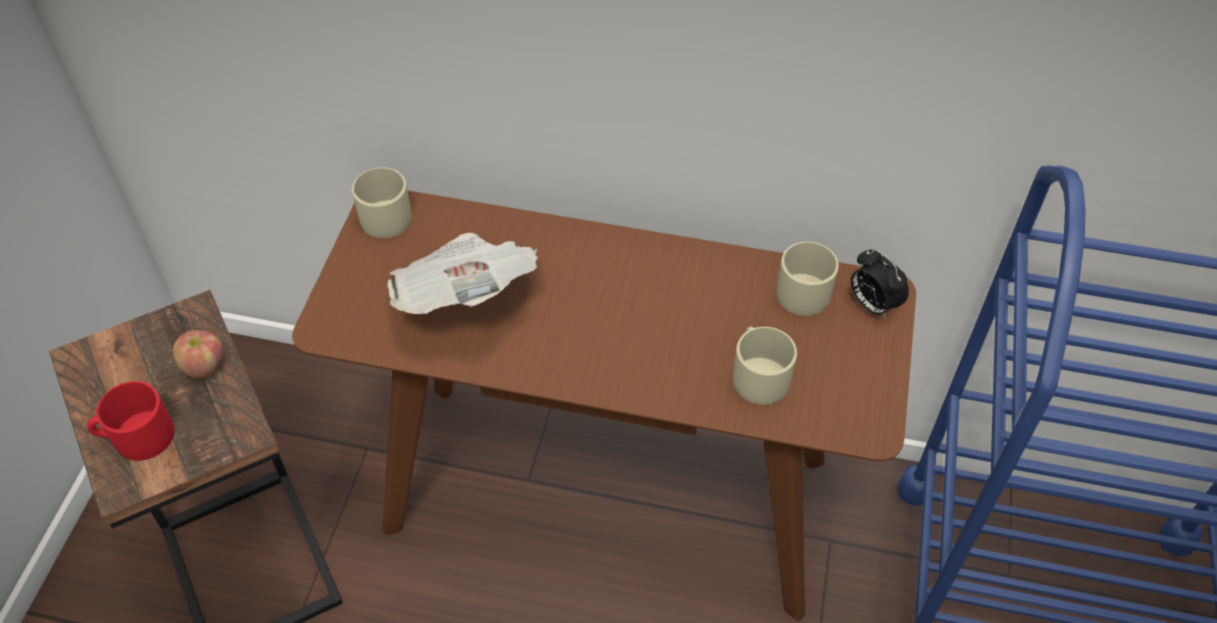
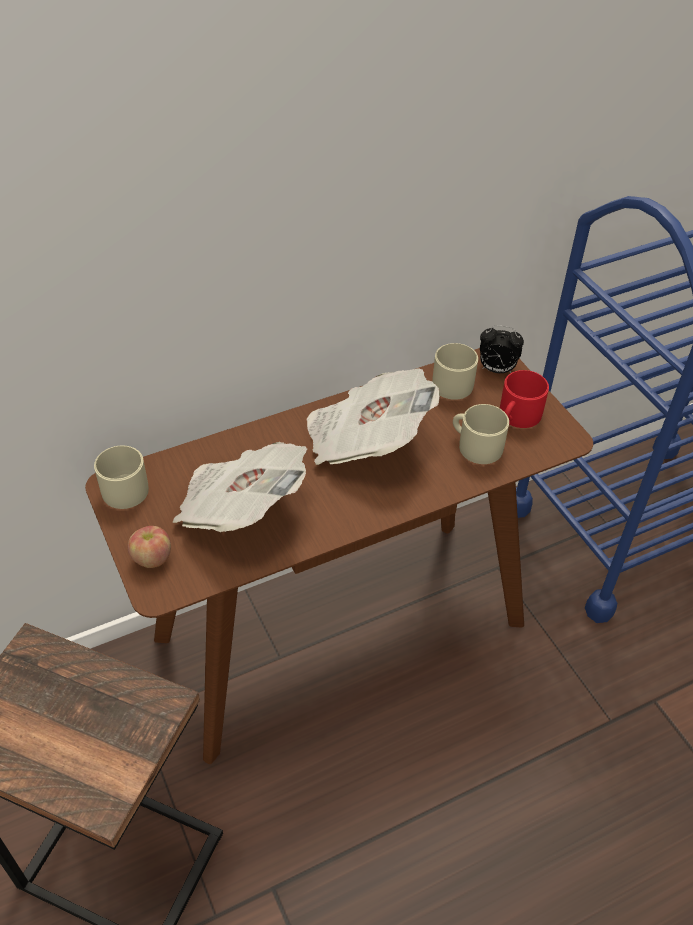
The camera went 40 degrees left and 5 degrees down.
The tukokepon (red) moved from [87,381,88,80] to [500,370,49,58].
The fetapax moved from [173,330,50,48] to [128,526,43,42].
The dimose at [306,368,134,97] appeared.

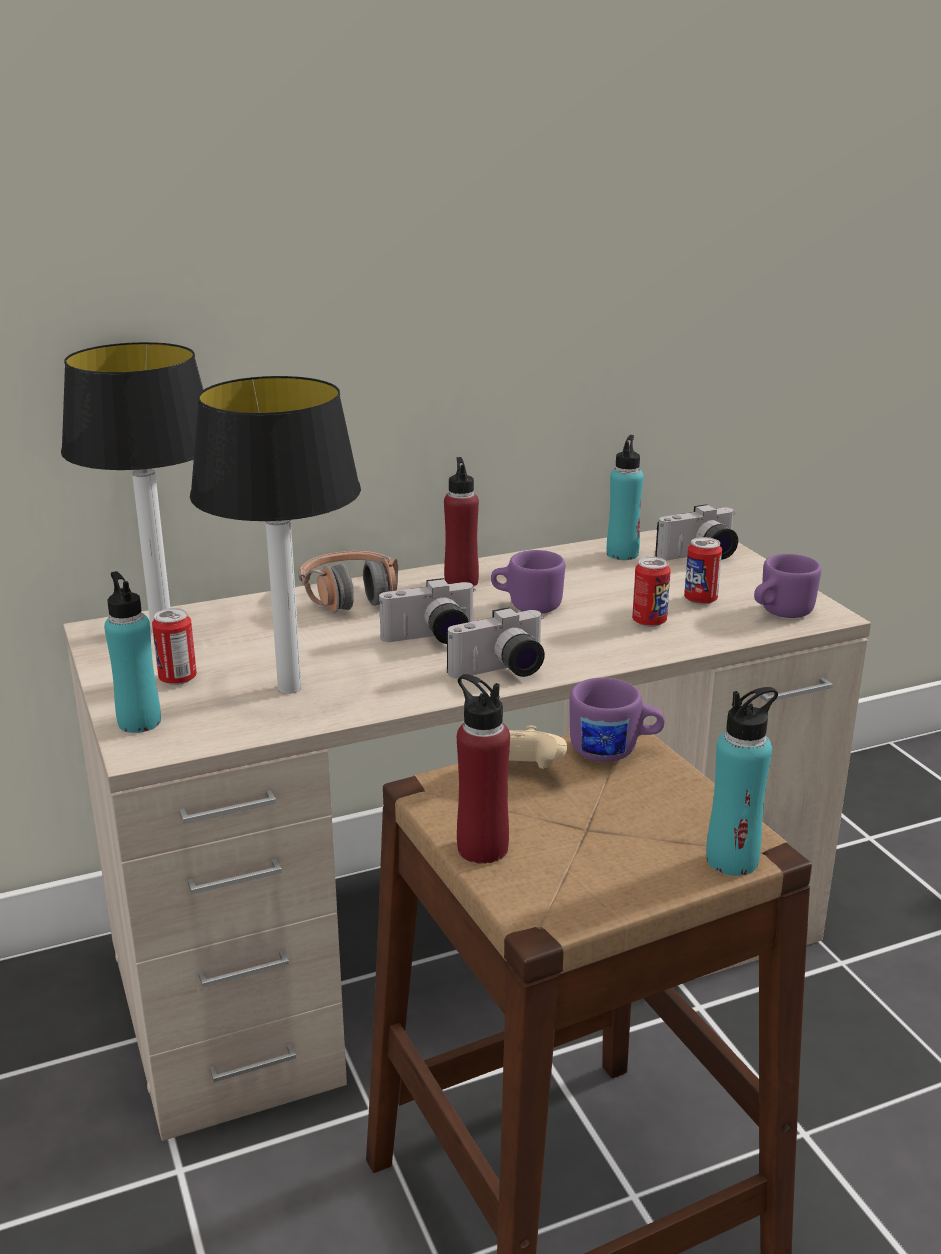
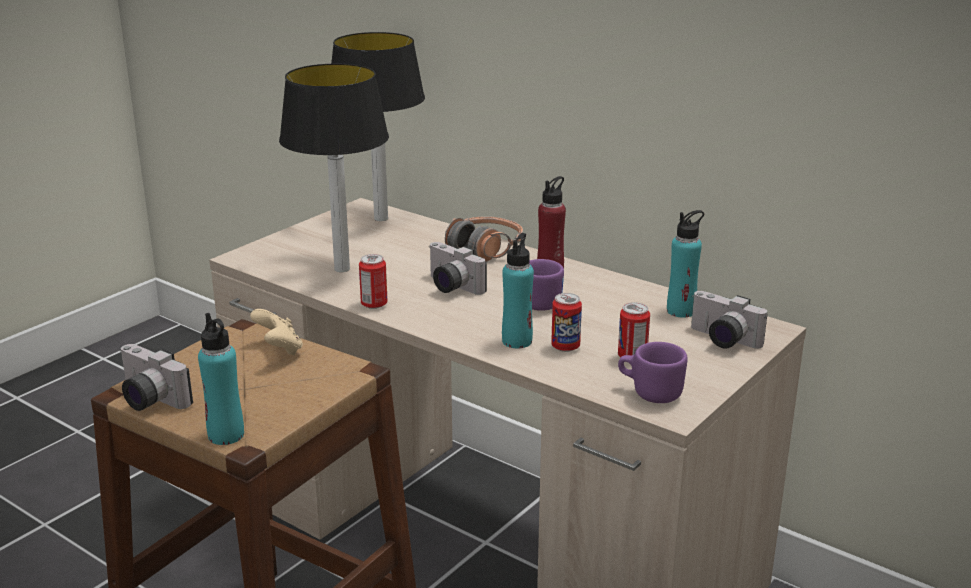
The camera went 60 degrees right and 0 degrees up.
The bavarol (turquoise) moved from [104,571,57,162] to [502,233,32,115].
The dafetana moved from [152,608,45,77] to [359,254,29,55].
The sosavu moved from [447,607,98,71] to [120,344,73,67].
The bavarol (red) at [457,674,53,190] disappeared.
The tukokepon (purple) at [569,678,96,84] disappeared.

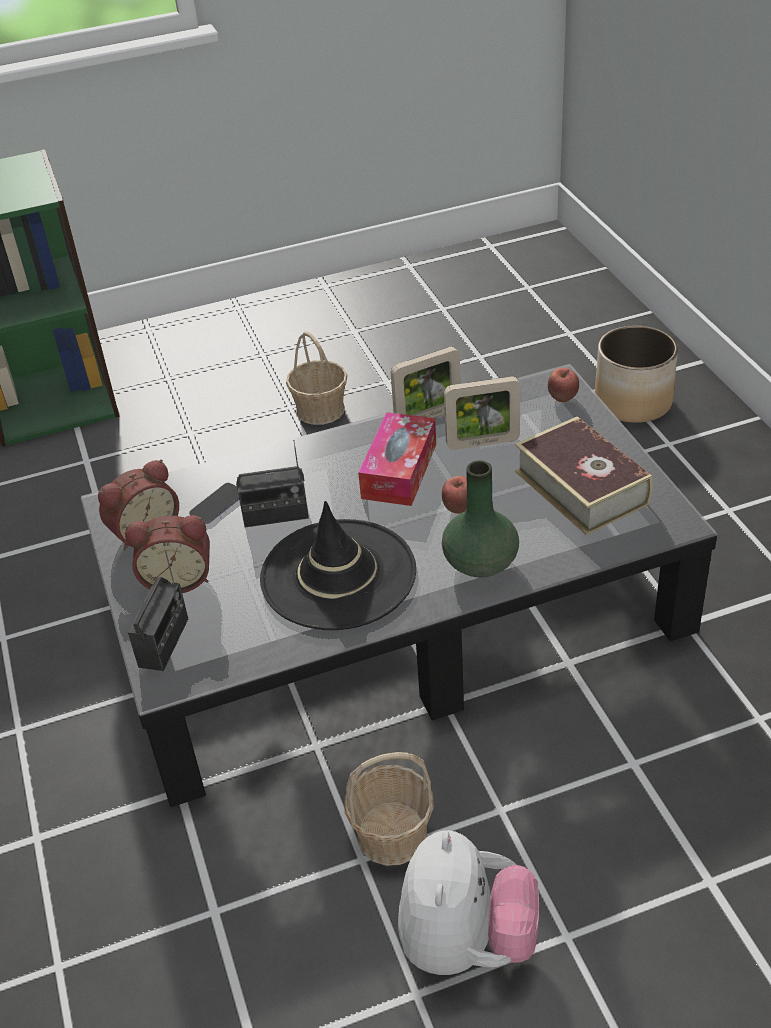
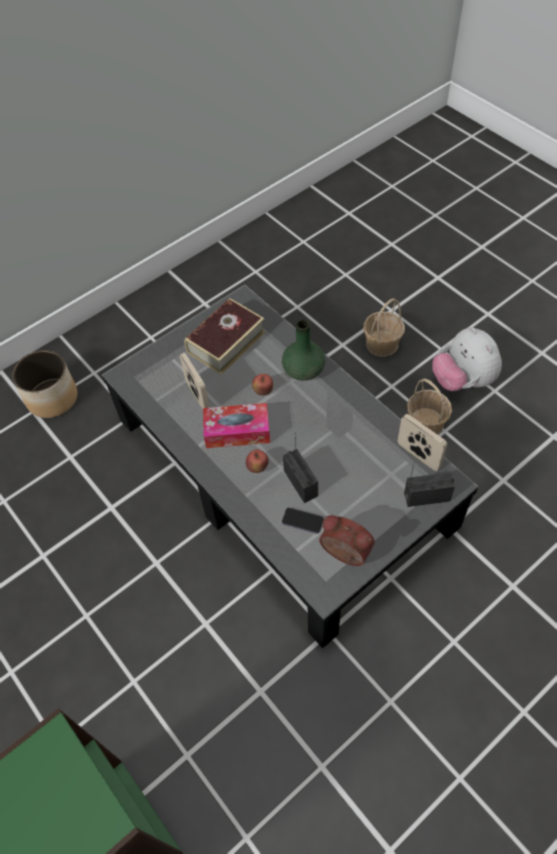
The camera went 110 degrees left and 15 degrees up.
The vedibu at [125,515,85,78] disappeared.
The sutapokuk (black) at [260,501,156,129] disappeared.
The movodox moved from [286,331,62,94] to [363,298,42,59].
The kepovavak moved from [391,347,70,71] to [398,414,49,57].
The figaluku at [398,830,141,145] turned 105 degrees counterclockwise.
The fetapax moved from [548,368,31,34] to [246,449,23,24].

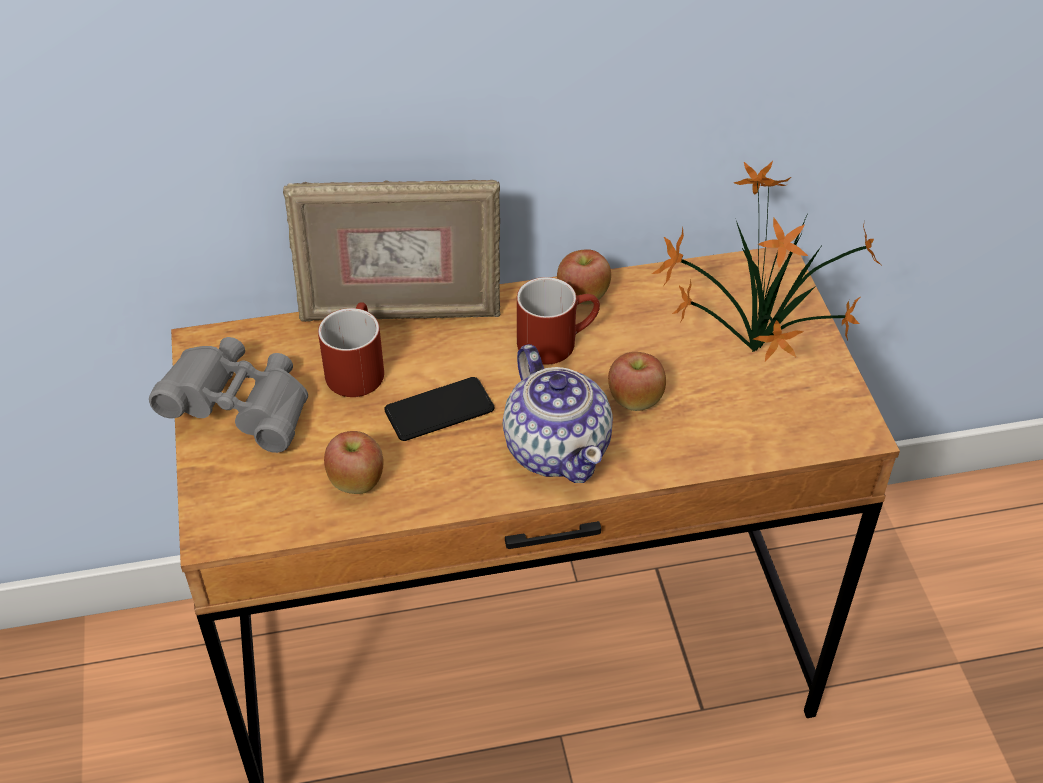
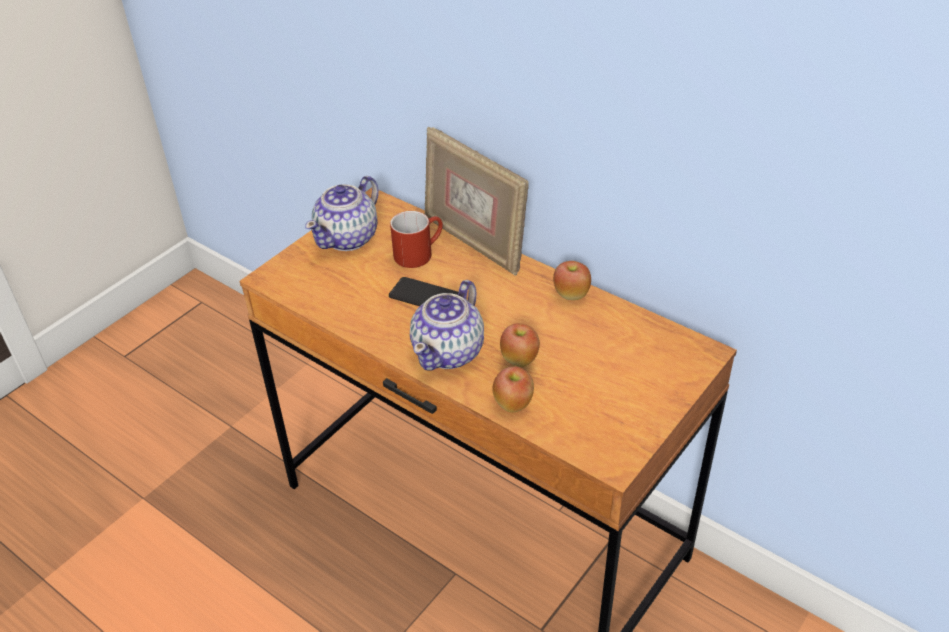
The camera went 50 degrees right and 5 degrees down.
The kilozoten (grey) at [149,337,159,116] was replaced by the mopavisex at [305,176,74,75].
The fetapax moved from [324,431,60,63] to [492,367,42,45].
The tukokepon (red) at [517,277,83,88] disappeared.
The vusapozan at [652,161,229,201] disappeared.

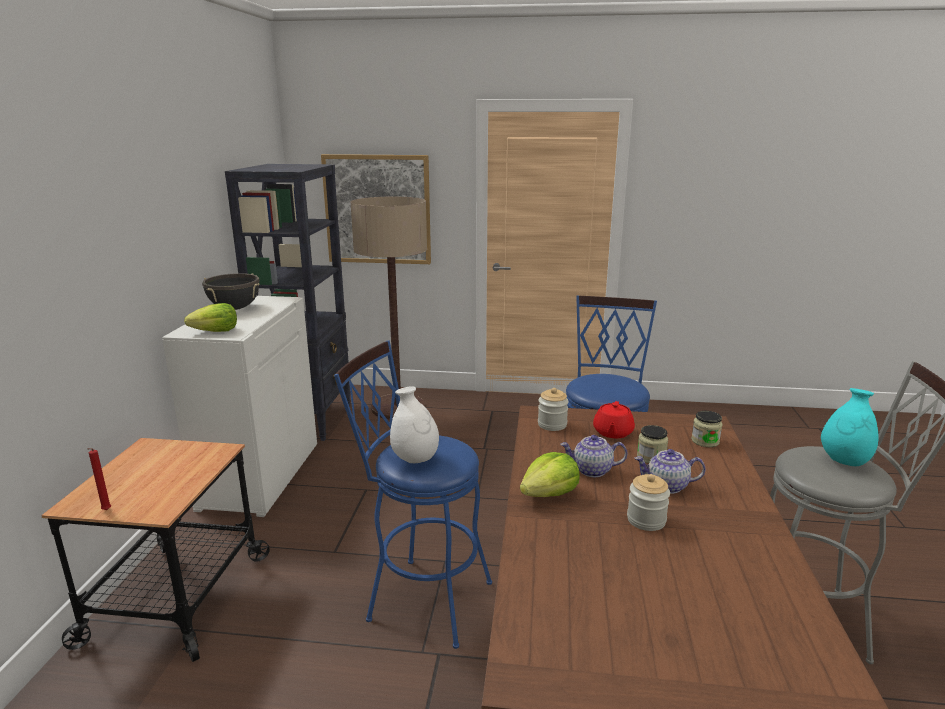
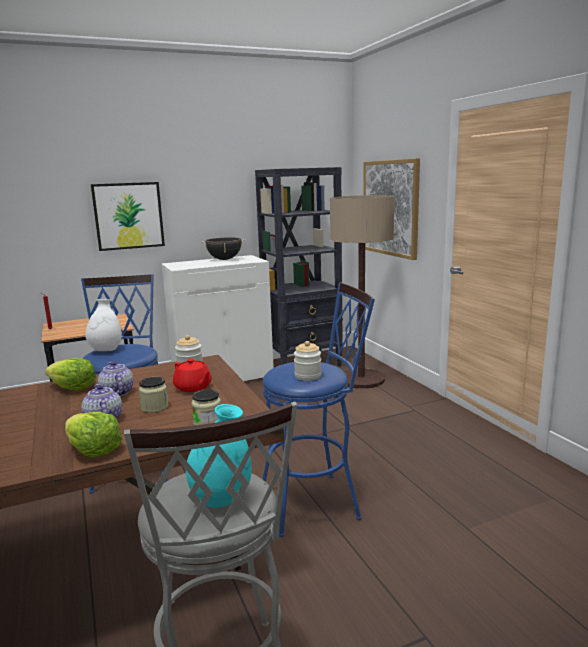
The camera went 60 degrees right and 5 degrees down.
The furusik moved from [184,303,53,29] to [65,412,57,45].
The mopavisex (red) at [593,401,42,37] turned 120 degrees counterclockwise.
The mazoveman moved from [627,474,43,57] to [294,341,28,40].
The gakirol at [91,182,74,69] appeared.

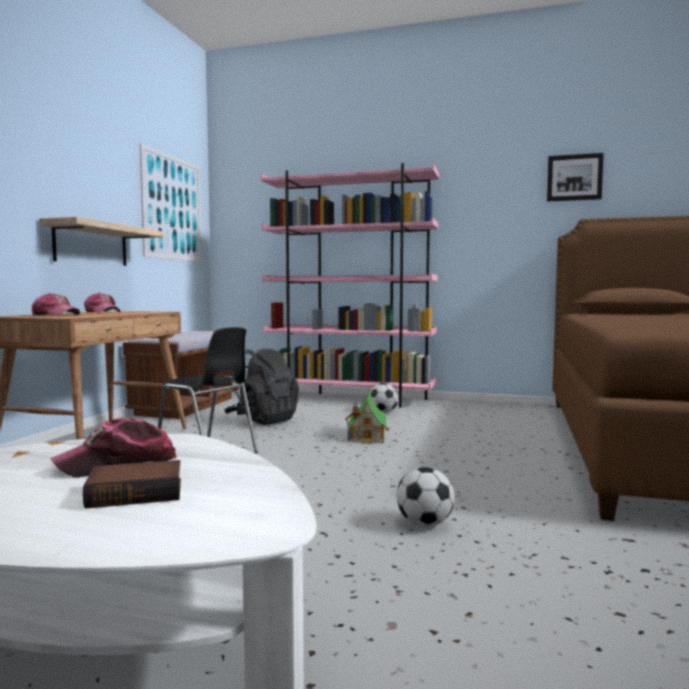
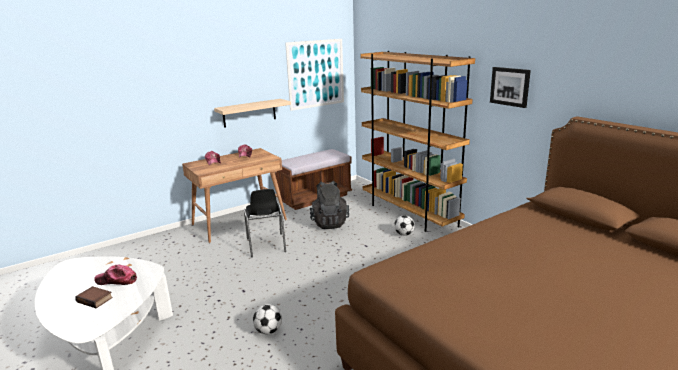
The camera went 40 degrees right and 15 degrees up.
The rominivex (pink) at [261,163,178,244] became the rominivex (brown) at [361,51,114,181].
The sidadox at [345,392,46,52] disappeared.
The gakirol moved from [547,153,57,49] to [490,67,41,41].

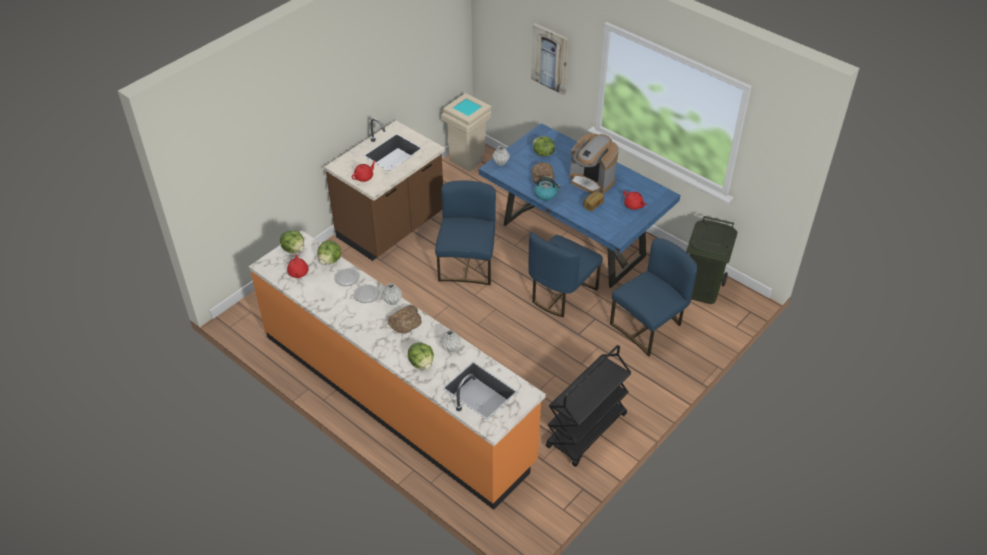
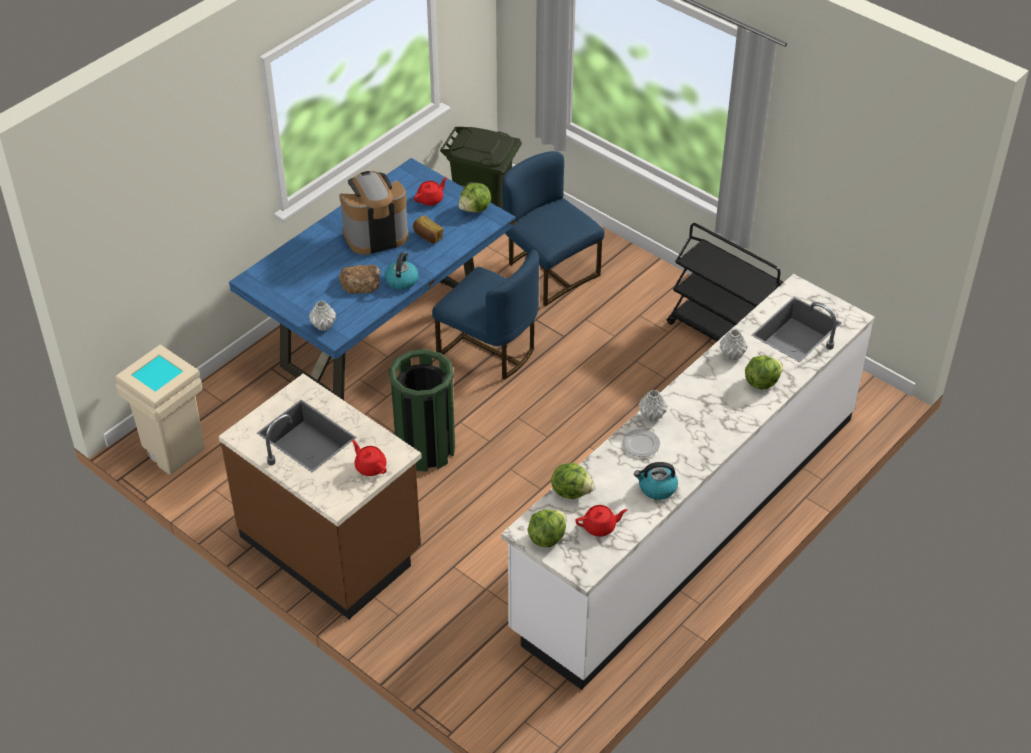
The camera went 90 degrees left and 0 degrees up.
The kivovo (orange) at [249,230,297,280] became the kivovo (white) at [501,274,374,416].
The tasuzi at [334,268,26,18] disappeared.
The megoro at [388,305,34,28] disappeared.
The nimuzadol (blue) at [435,180,61,105] was replaced by the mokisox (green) at [389,349,66,123].
The gakirol at [531,23,38,72] disappeared.
The furusik moved from [533,136,22,20] to [458,183,33,30].
The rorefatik at [570,133,49,61] turned 150 degrees counterclockwise.
The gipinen at [634,462,44,38] appeared.

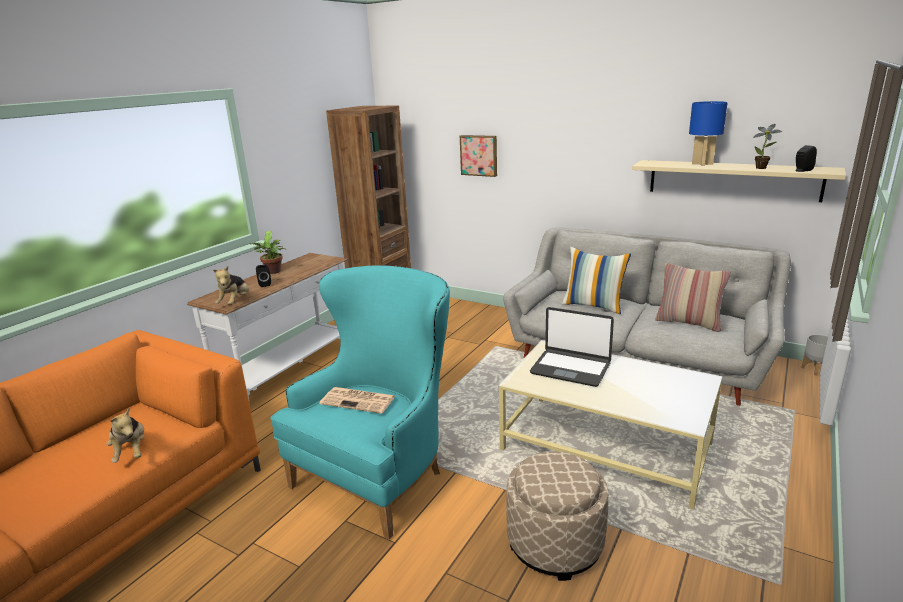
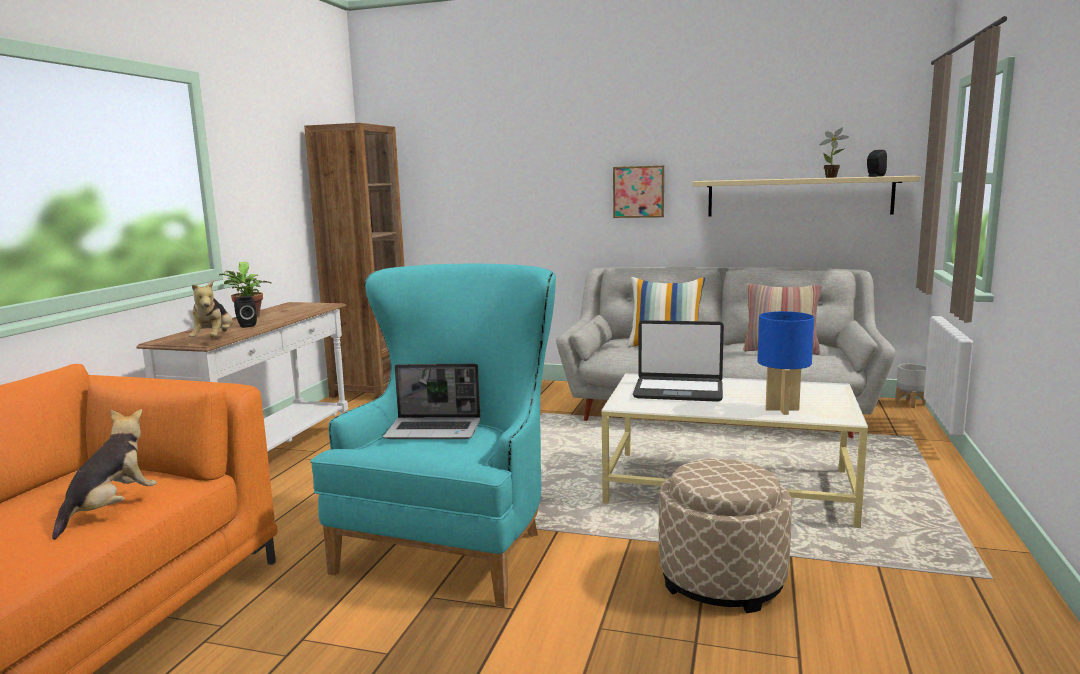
The camera went 15 degrees left and 10 degrees down.
The figaluku at [106,407,38,56] turned 120 degrees counterclockwise.
The dimose at [320,387,75,27] was replaced by the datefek at [383,364,97,75].
The gakirol moved from [460,135,37,42] to [613,165,51,53].
The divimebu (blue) moved from [689,101,39,65] to [757,311,57,104].

